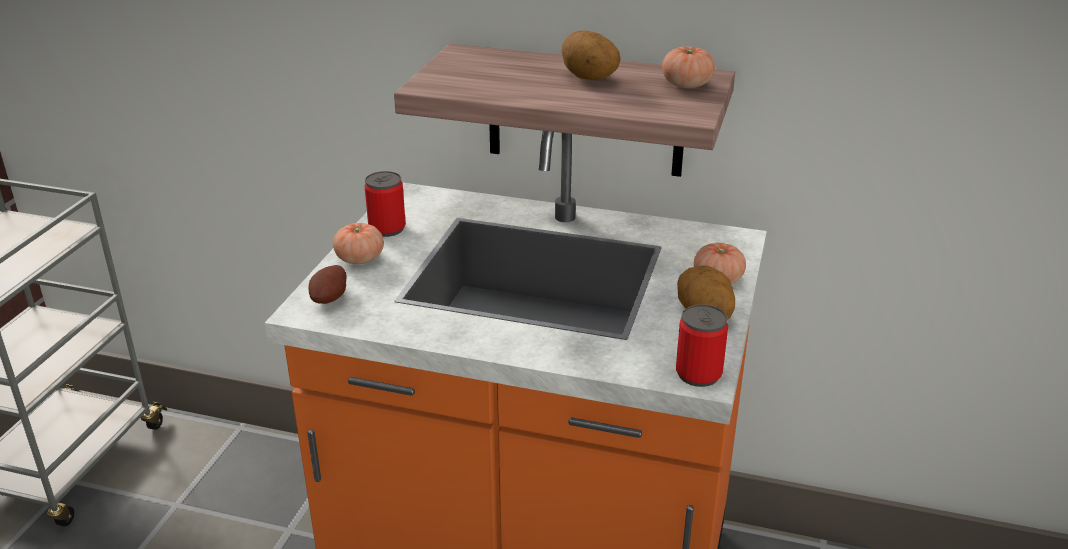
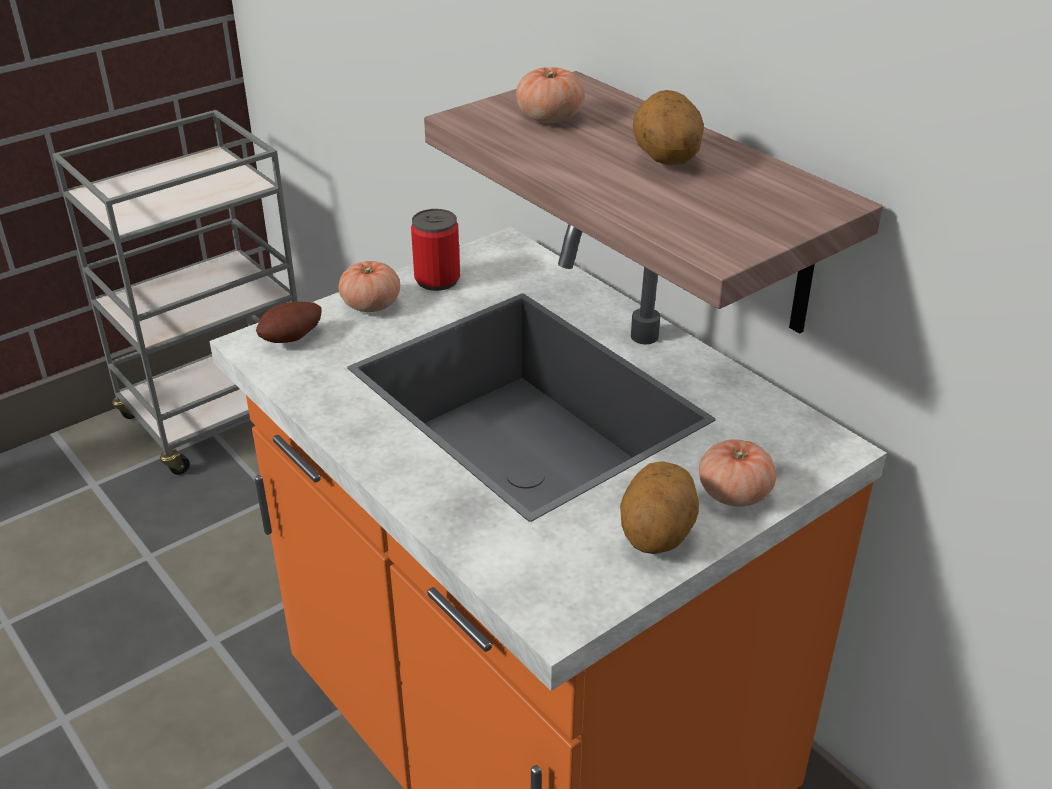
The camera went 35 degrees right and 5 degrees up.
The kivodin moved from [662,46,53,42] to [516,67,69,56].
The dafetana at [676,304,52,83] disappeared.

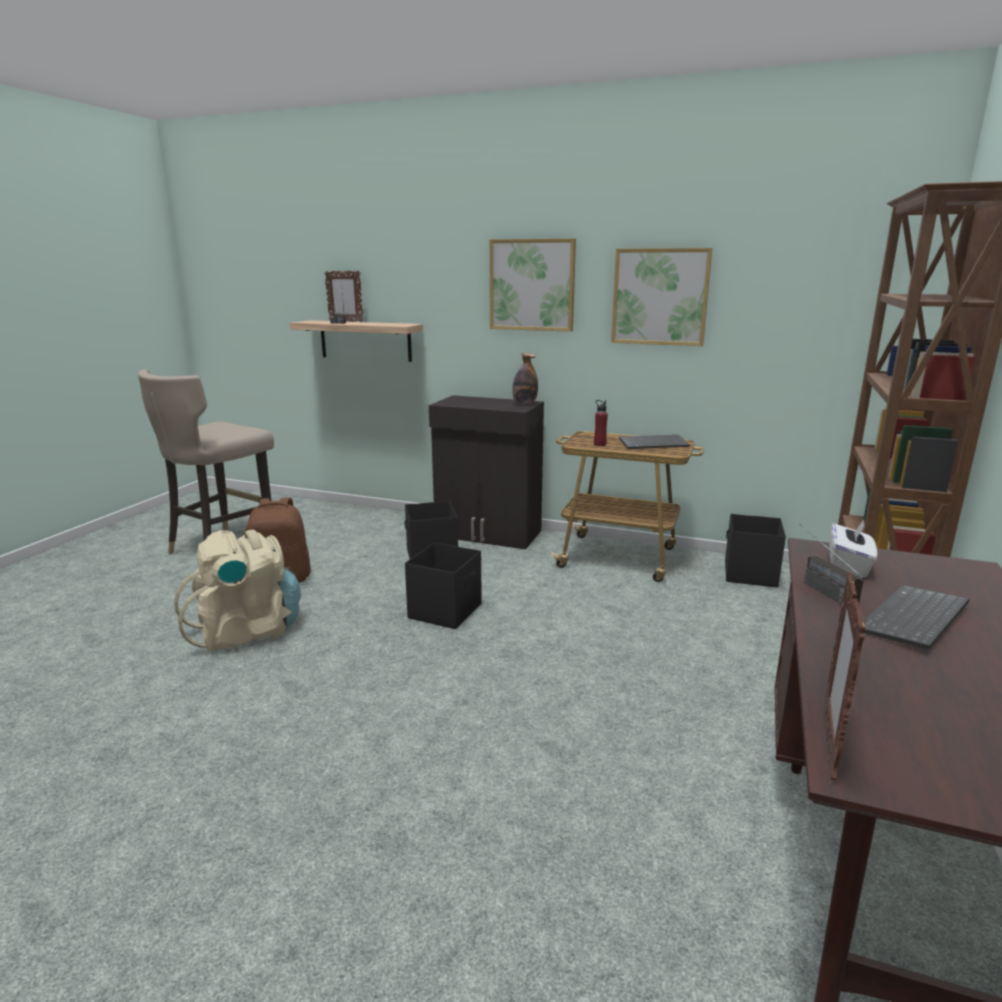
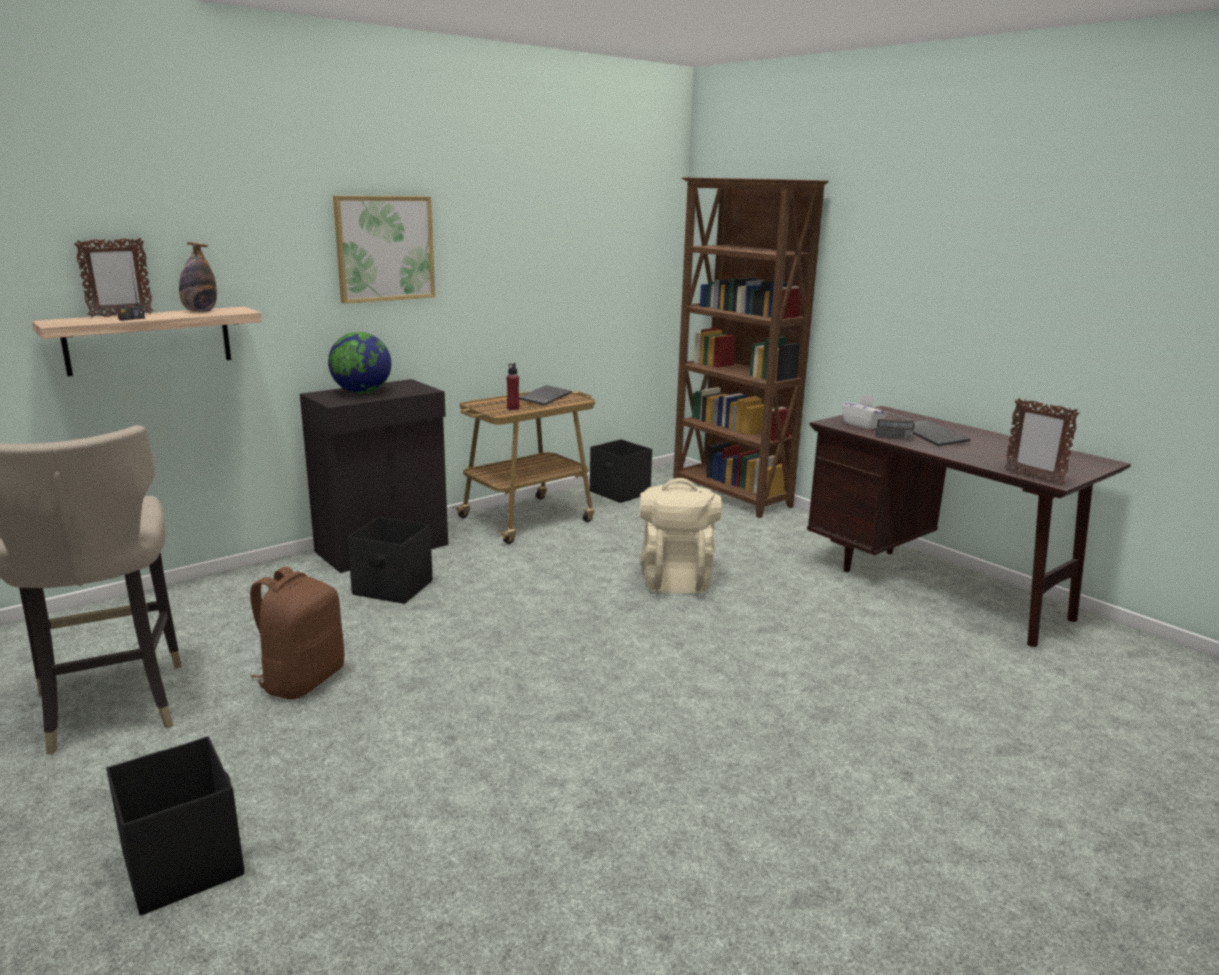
The camera went 60 degrees left and 0 degrees up.
The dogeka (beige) moved from [174,530,127,122] to [640,478,81,115].
The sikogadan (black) moved from [405,542,77,87] to [106,736,139,179].
The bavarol moved from [512,353,26,52] to [179,242,38,70].
The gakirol at [611,248,101,98] disappeared.
The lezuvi at [328,332,63,62] appeared.

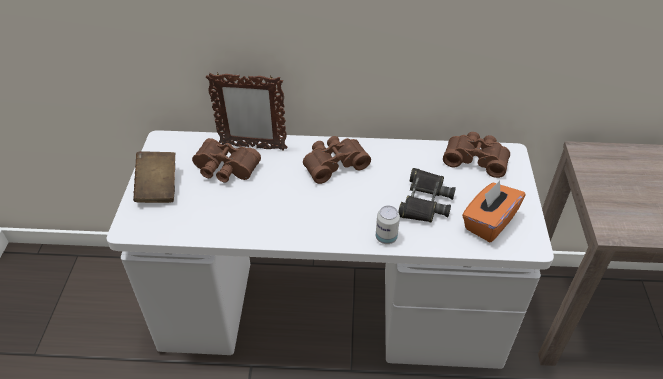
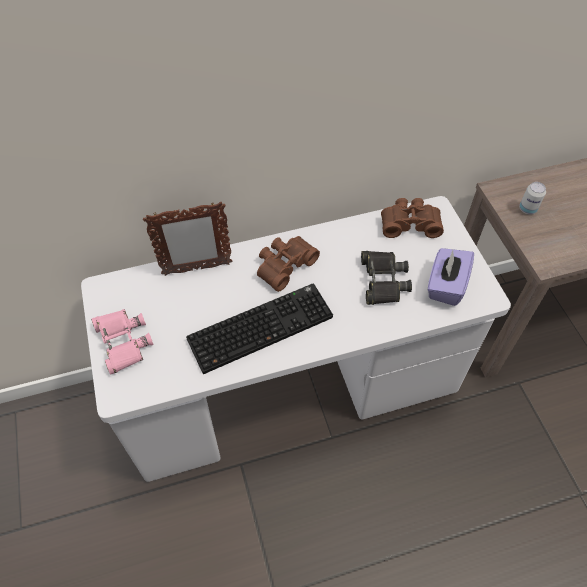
The camera went 20 degrees left and 10 degrees up.
The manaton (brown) at [133,151,42,52] was replaced by the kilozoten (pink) at [91,309,63,66].
The kilozoten (brown) at [192,138,69,44] disappeared.
The dafetana moved from [376,206,24,38] to [519,182,27,33].
The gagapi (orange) at [462,181,64,61] became the gagapi (purple) at [428,248,46,58].
The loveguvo at [186,283,147,91] appeared.

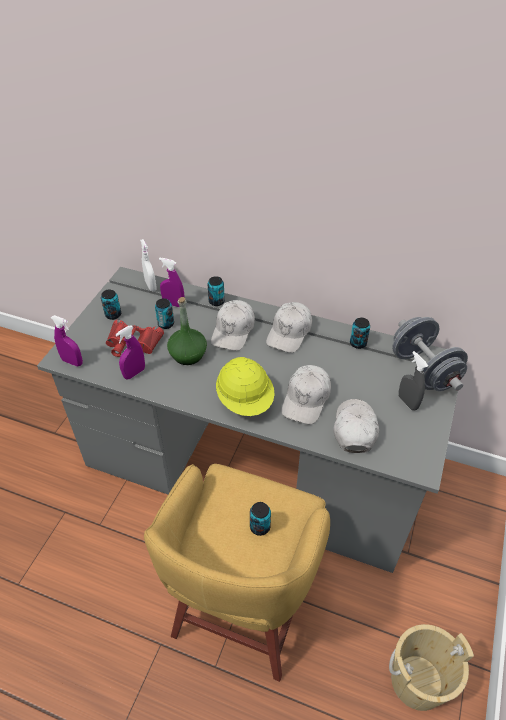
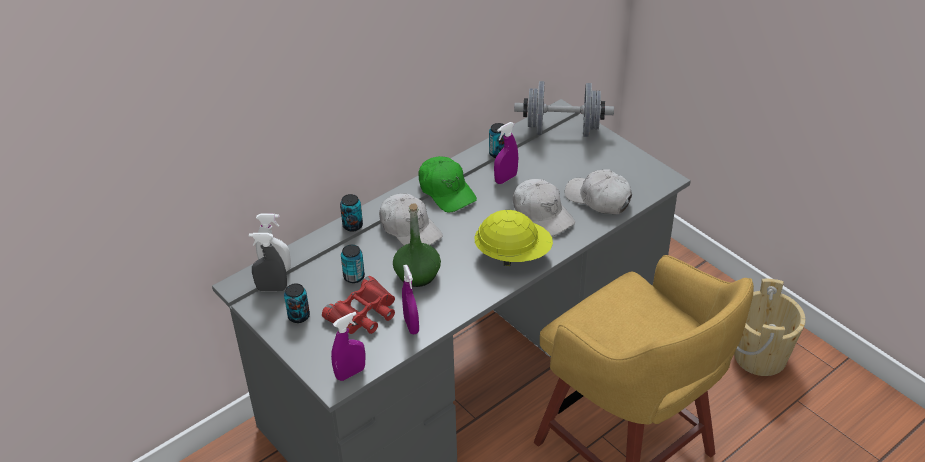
The camera went 60 degrees left and 5 degrees down.
The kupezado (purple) moved from [159,257,25,50] to [494,122,24,62].
The dafetana at [250,502,21,34] disappeared.
The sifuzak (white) at [266,302,46,51] became the sifuzak (green) at [418,156,59,56].
The kupezado (grey) moved from [399,351,29,60] to [249,233,38,58].

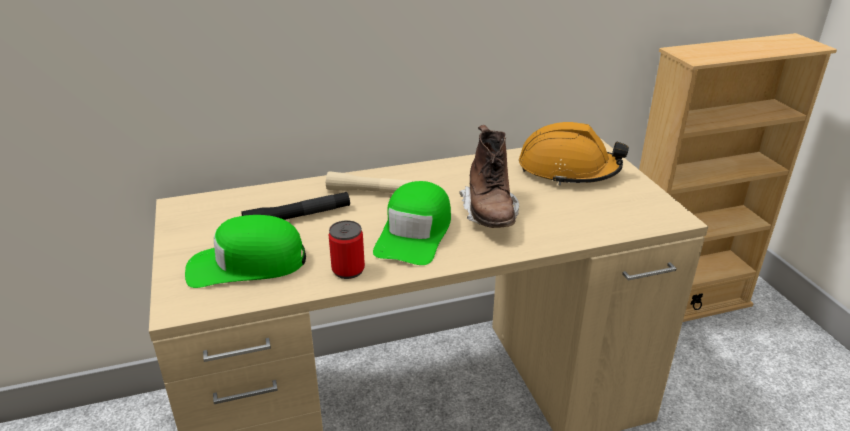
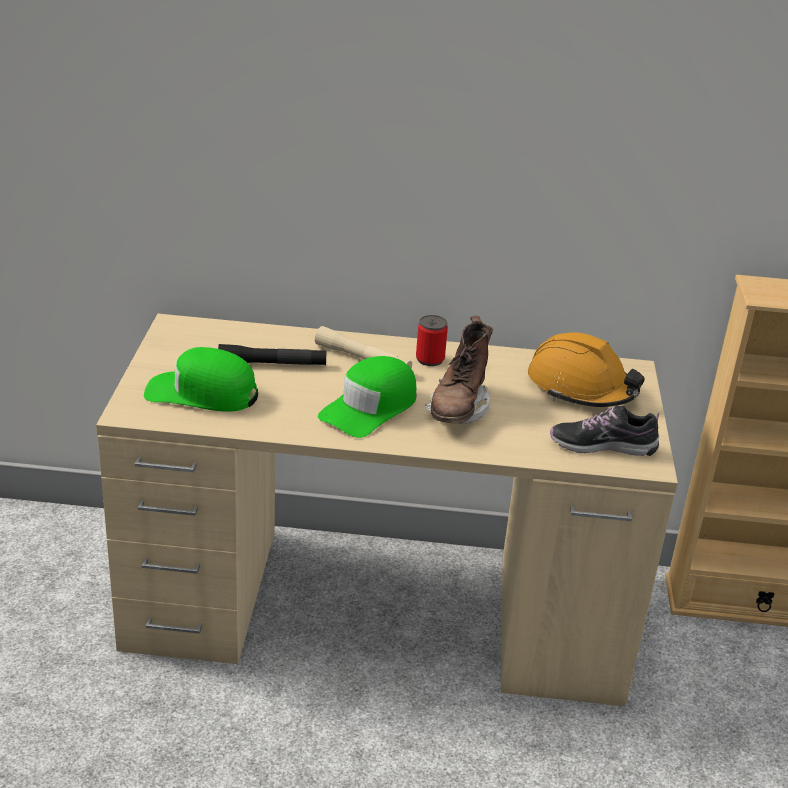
The camera went 20 degrees right and 0 degrees up.
The dafetana moved from [329,220,36,59] to [416,315,32,51].
The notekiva at [550,406,109,50] appeared.

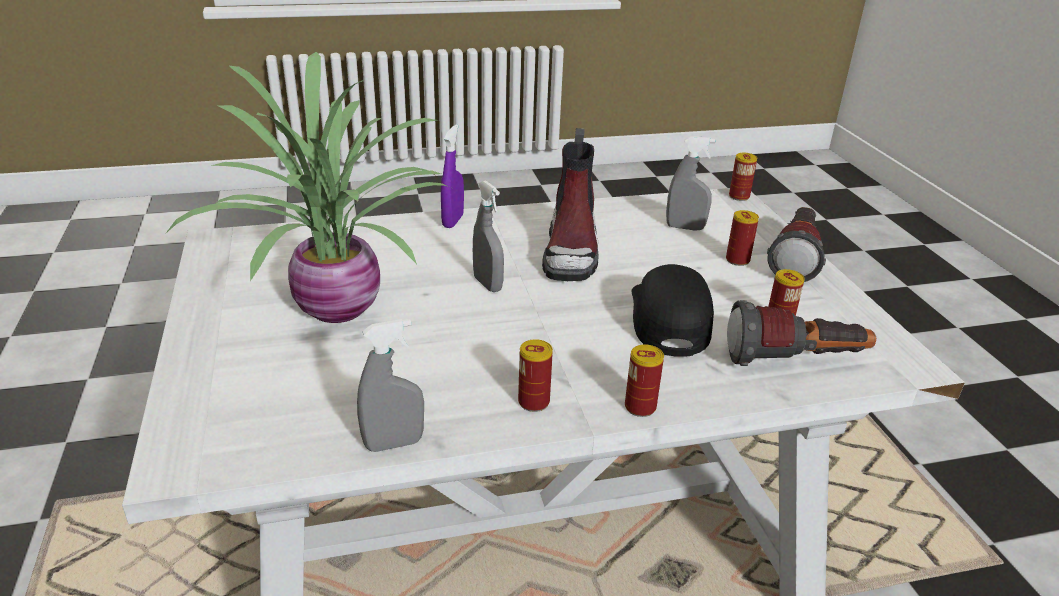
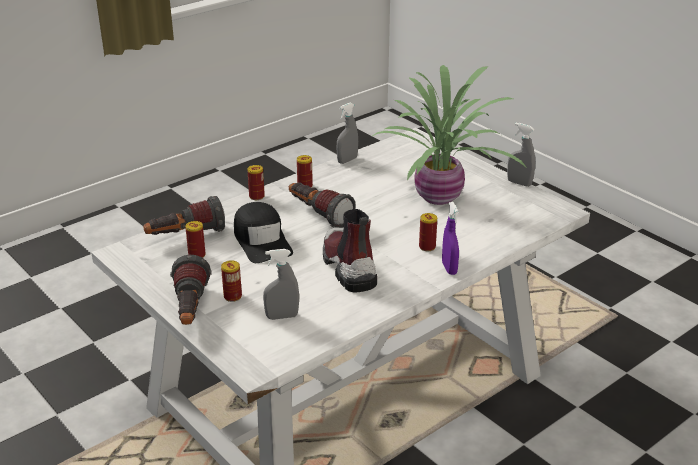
The camera went 155 degrees right and 0 degrees up.
The kupezado (grey) moved from [473,180,31,112] to [507,123,28,64].
The dafetana moved from [729,153,28,48] to [419,213,18,39].
The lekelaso at [289,182,67,46] appeared.

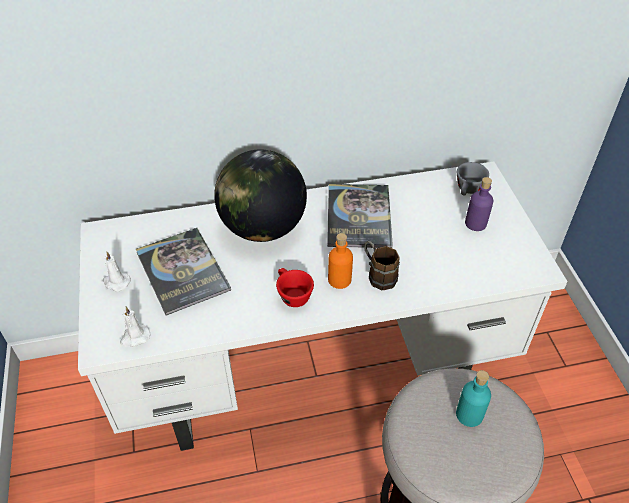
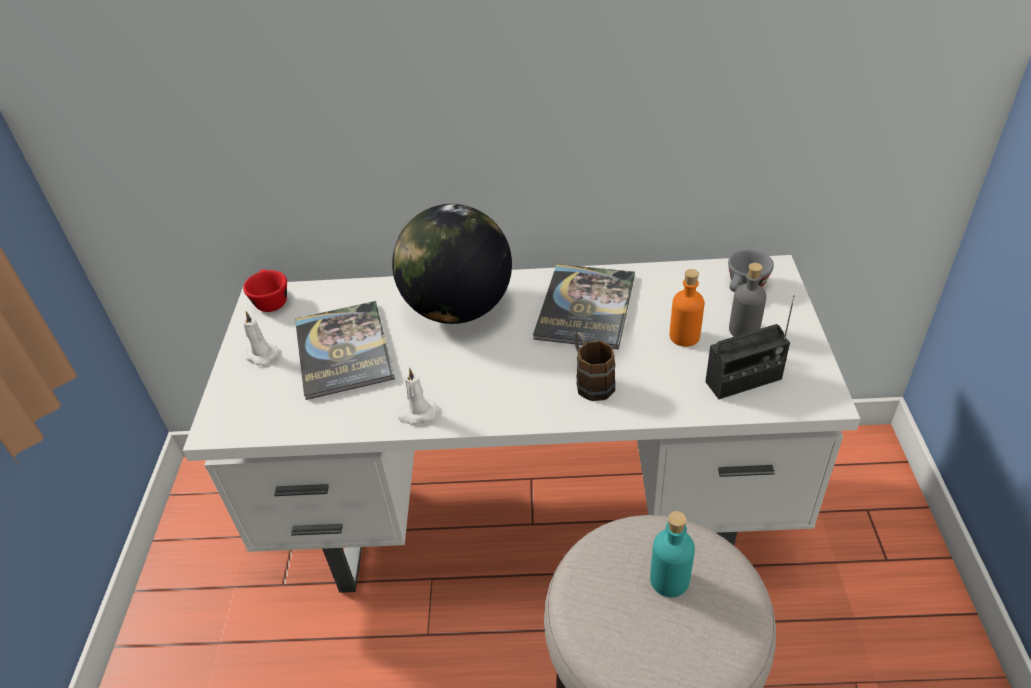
The camera went 15 degrees right and 5 degrees down.
The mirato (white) moved from [120,307,31,40] to [398,368,39,57].
The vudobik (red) moved from [276,268,38,39] to [243,269,44,43].
The bavarol (orange) moved from [328,233,25,56] to [670,269,35,78].
The bavarol (purple) at [465,177,28,54] became the bavarol (grey) at [729,263,38,74].
The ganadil at [705,295,90,104] appeared.

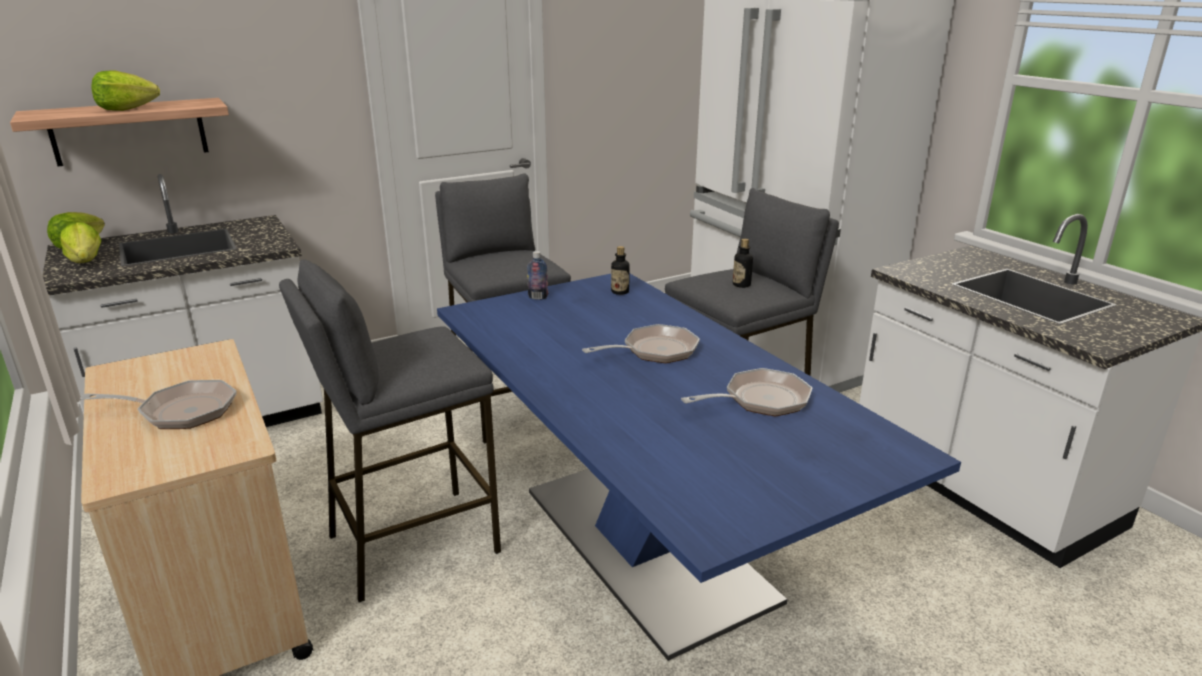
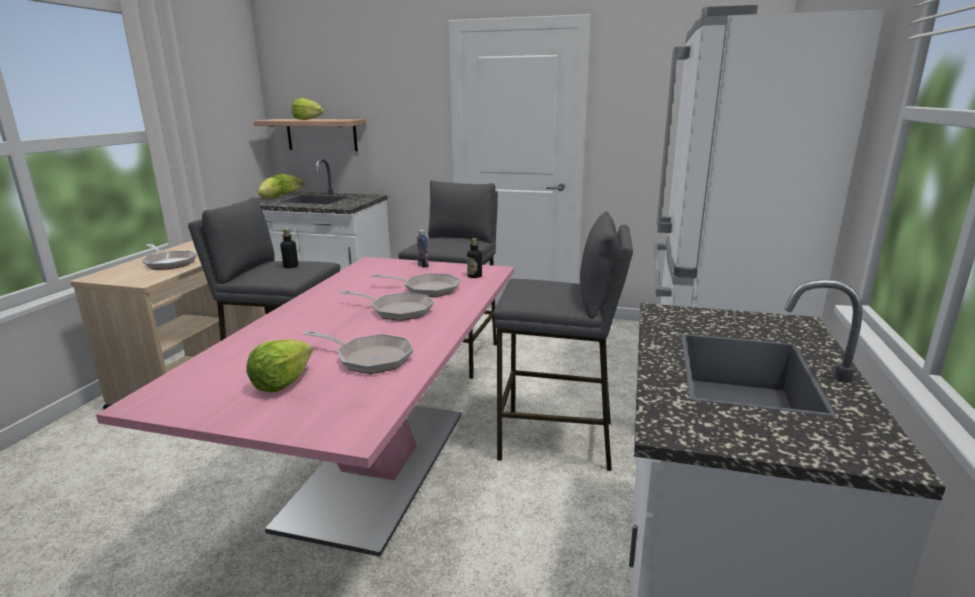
The camera went 45 degrees right and 5 degrees down.
The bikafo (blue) at [437,274,524,387] became the bikafo (pink) at [96,257,418,300].
The bavarol moved from [733,239,20,49] to [280,229,18,39].
The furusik at [246,339,67,54] appeared.
The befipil at [370,273,90,24] appeared.

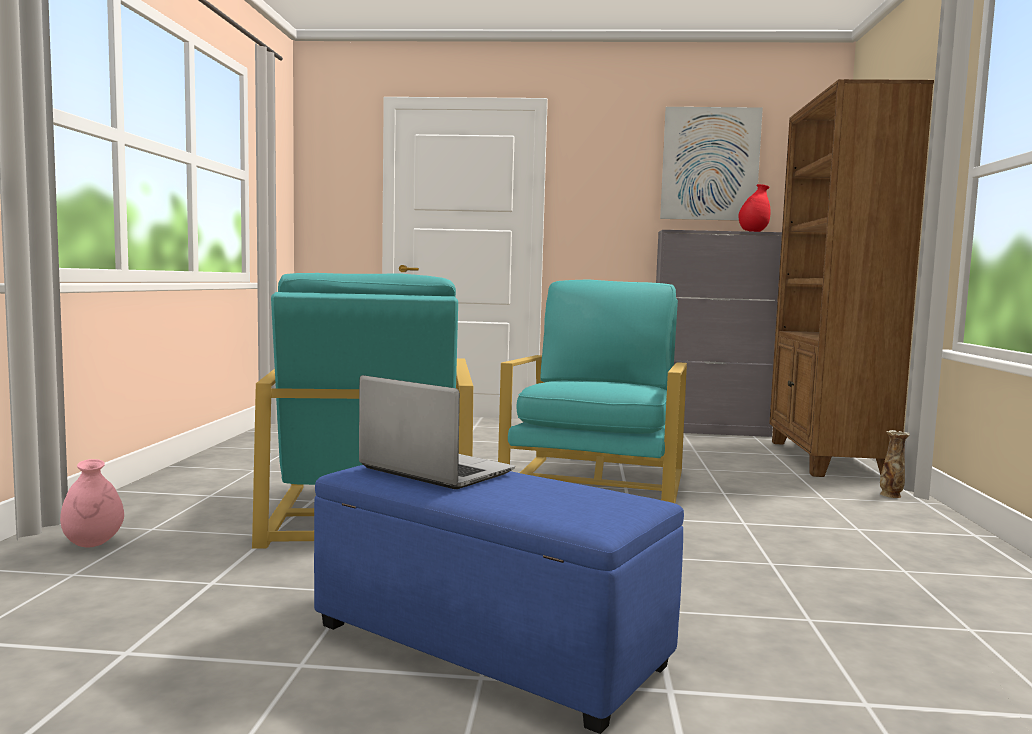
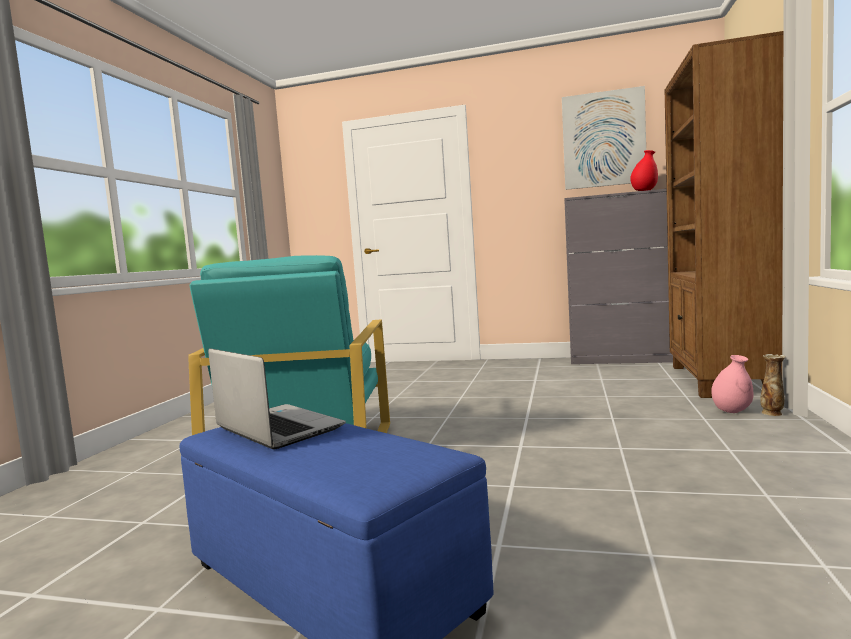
The camera went 10 degrees right and 0 degrees up.
The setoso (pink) moved from [60,459,64,88] to [711,355,42,58].
The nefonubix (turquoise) at [498,279,189,224] disappeared.

